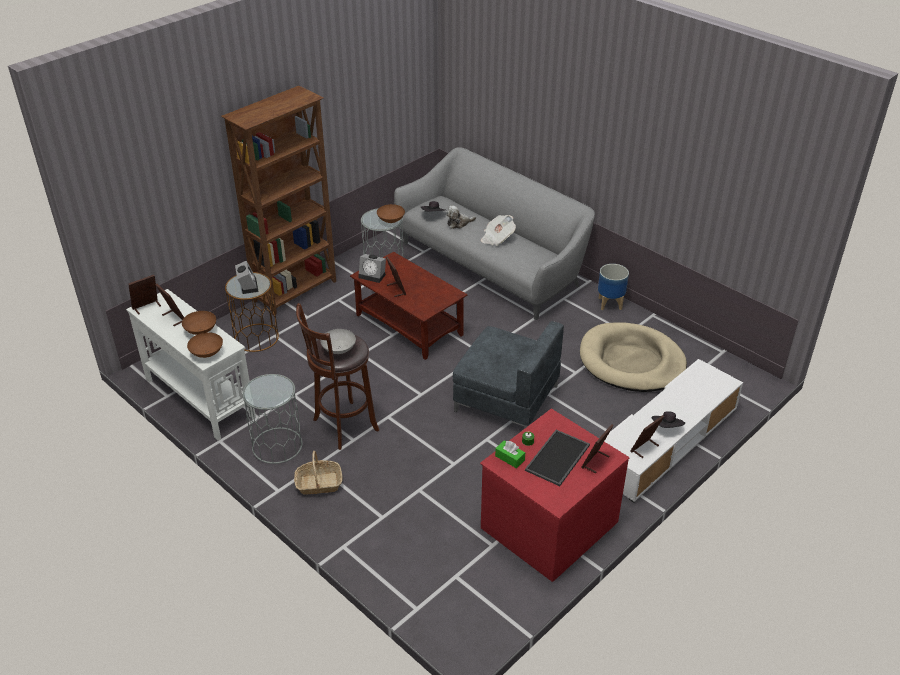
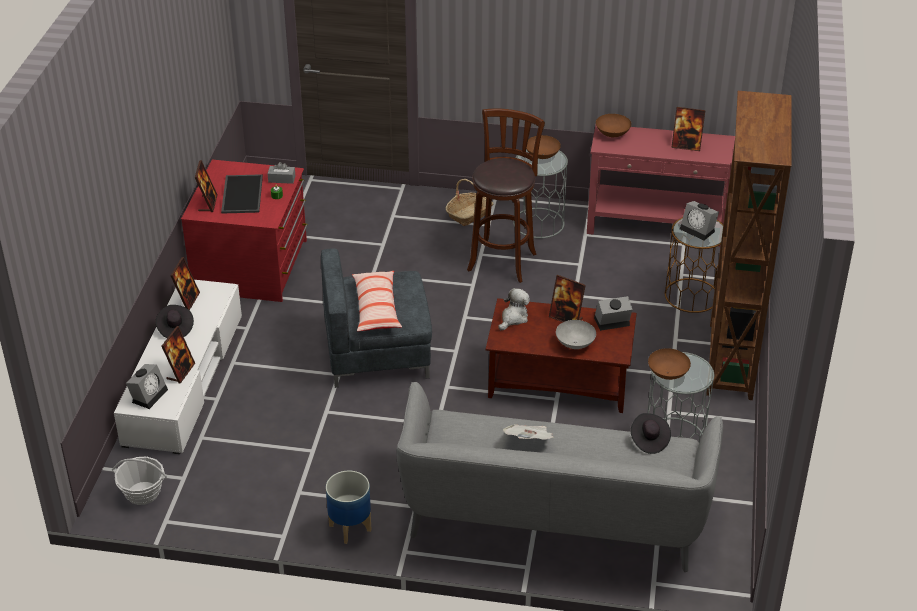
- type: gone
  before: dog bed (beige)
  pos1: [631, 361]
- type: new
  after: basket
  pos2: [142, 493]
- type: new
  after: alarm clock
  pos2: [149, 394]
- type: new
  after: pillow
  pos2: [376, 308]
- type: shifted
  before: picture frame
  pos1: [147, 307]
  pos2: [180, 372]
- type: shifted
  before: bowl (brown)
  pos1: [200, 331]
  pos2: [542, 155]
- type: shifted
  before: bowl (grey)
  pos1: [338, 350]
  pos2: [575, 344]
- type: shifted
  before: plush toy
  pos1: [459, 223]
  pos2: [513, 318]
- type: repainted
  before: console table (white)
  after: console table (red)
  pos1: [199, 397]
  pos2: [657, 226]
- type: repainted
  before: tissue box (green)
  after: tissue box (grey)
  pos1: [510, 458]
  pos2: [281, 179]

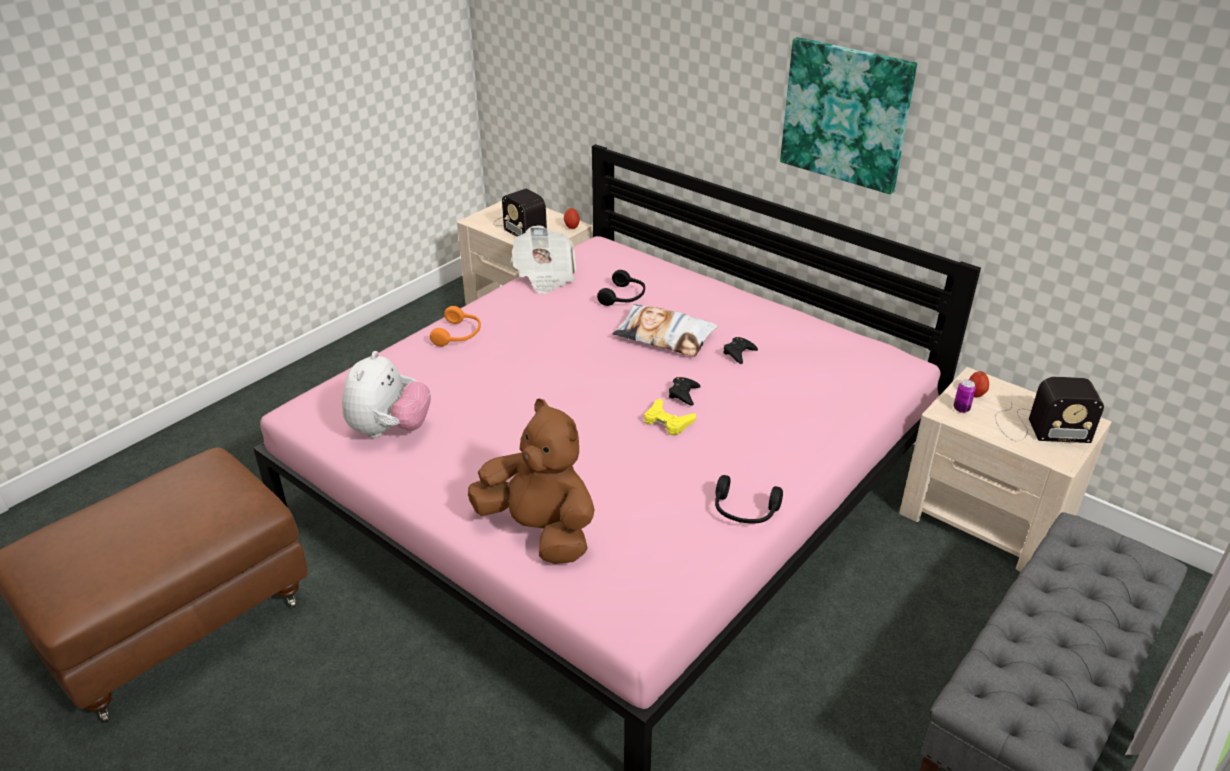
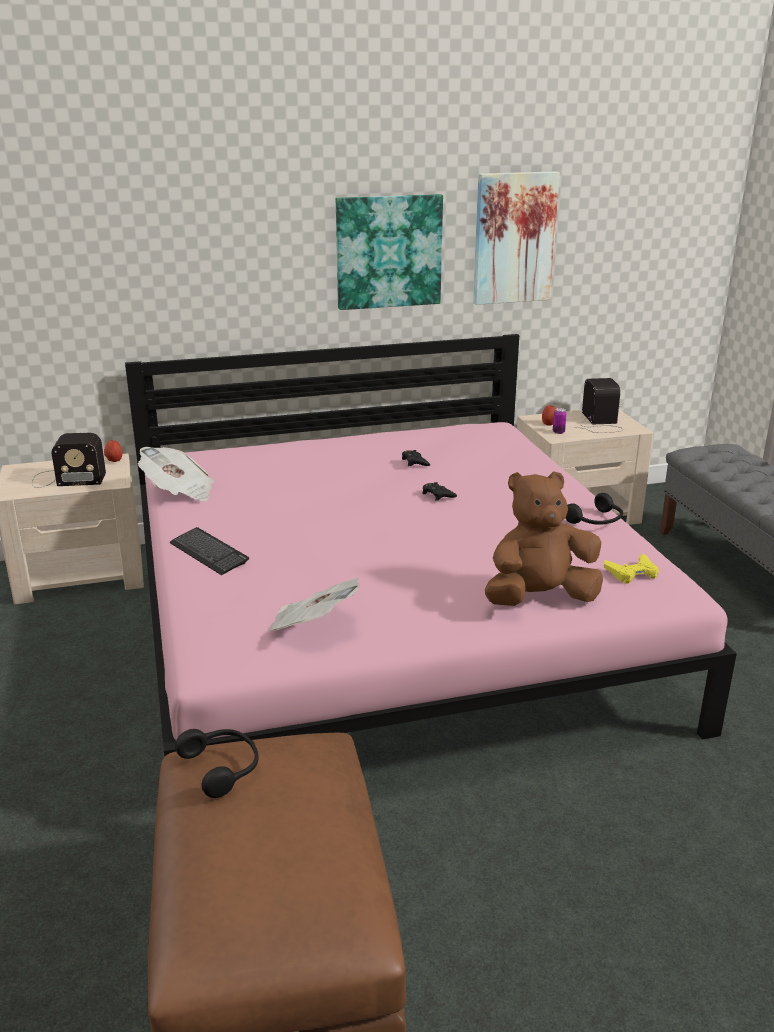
- type: gone
  before: pillow
  pos1: [664, 336]
- type: new
  after: picture
  pos2: [514, 238]
- type: shifted
  before: headphones (black)
  pos1: [624, 297]
  pos2: [223, 767]
- type: shifted
  before: game controller (yellow)
  pos1: [667, 421]
  pos2: [632, 573]
- type: swapped
  before: plush toy
  after: newspaper
  pos1: [389, 430]
  pos2: [313, 627]
- type: swapped
  before: headphones (orange)
  after: keyboard
  pos1: [459, 335]
  pos2: [209, 553]
- type: rotated
  before: radio
  pos1: [1038, 427]
  pos2: [600, 422]
  turn: -45

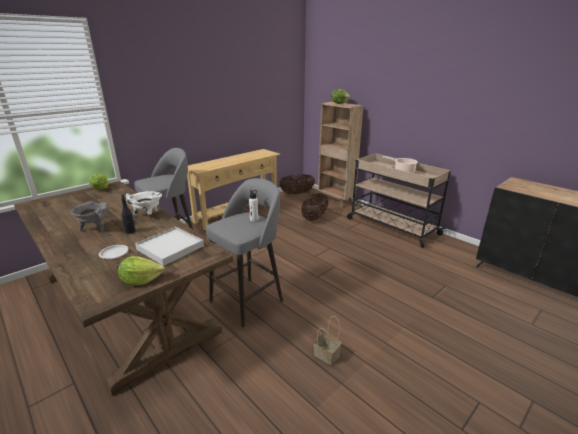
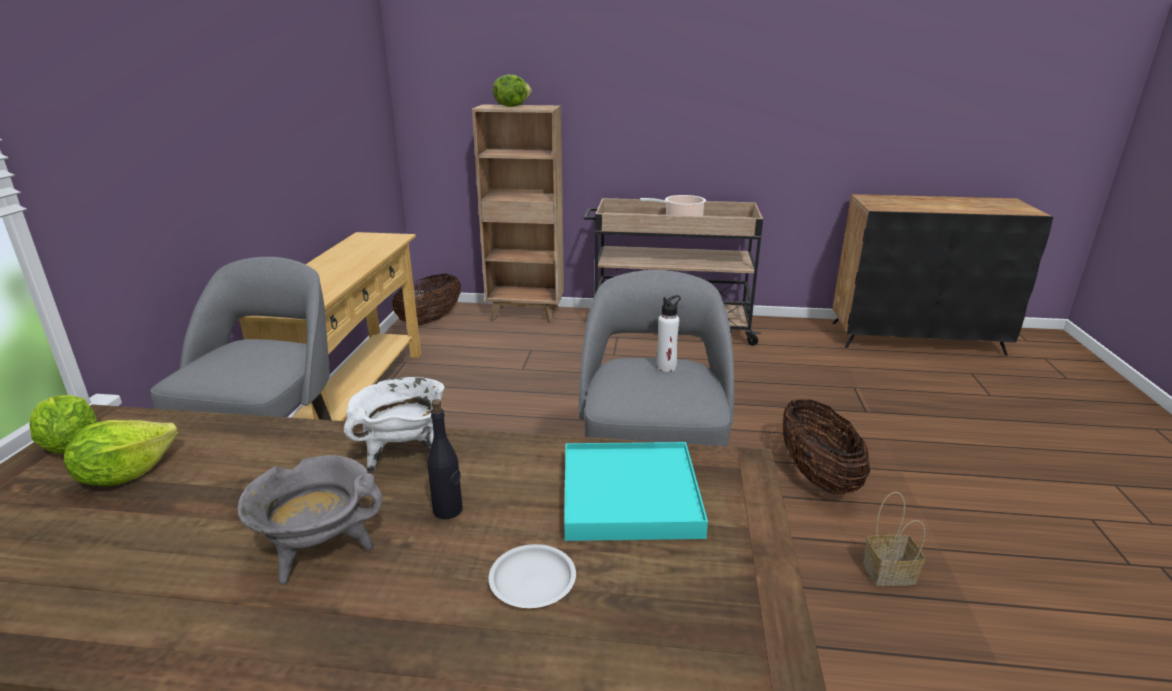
- type: shifted
  before: lettuce
  pos1: [141, 281]
  pos2: [125, 474]
- type: shifted
  before: basket
  pos1: [314, 217]
  pos2: [817, 476]
- type: repainted
  before: tray (white)
  after: tray (turquoise)
  pos1: [170, 248]
  pos2: [630, 496]

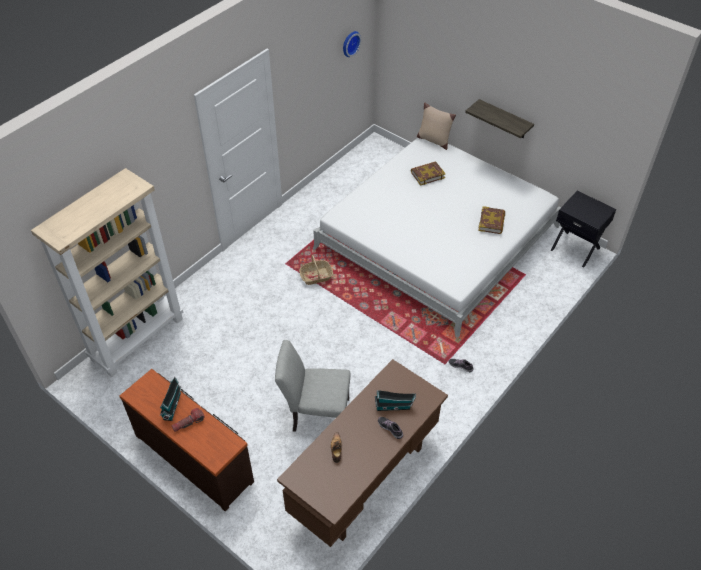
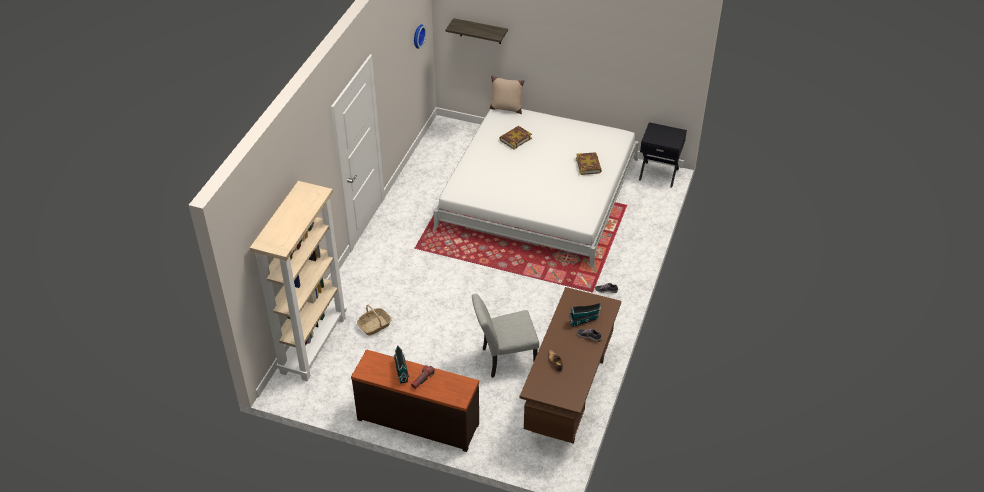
- type: shifted
  before: basket
  pos1: [316, 276]
  pos2: [374, 325]
- type: shifted
  before: shelf
  pos1: [504, 119]
  pos2: [480, 31]

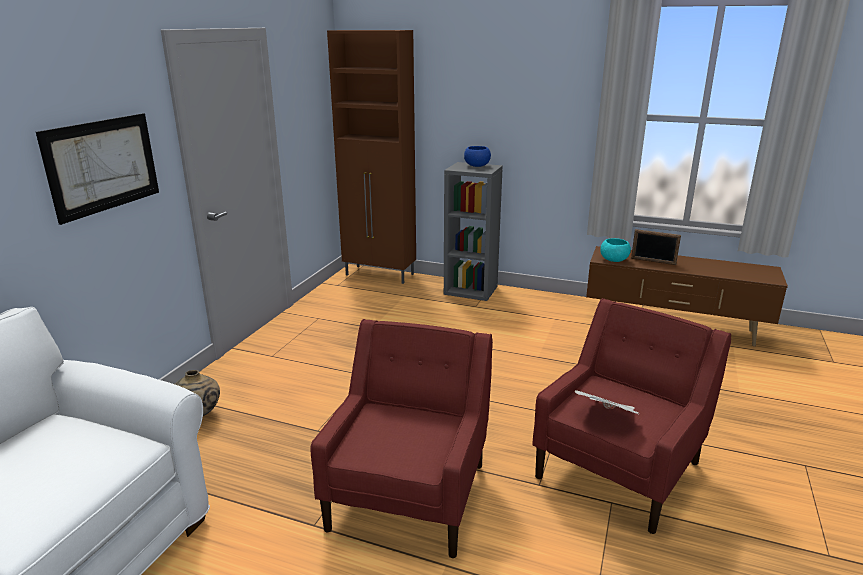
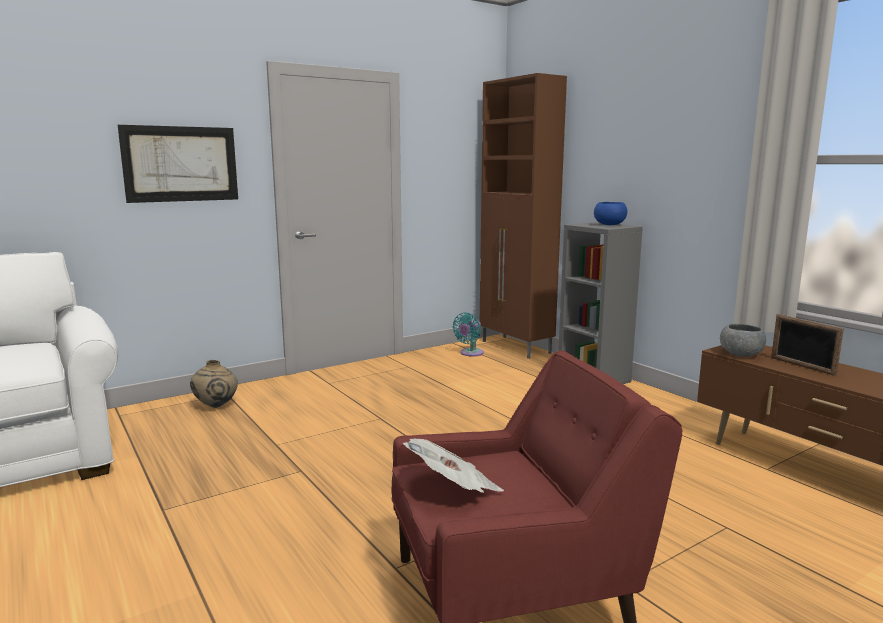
- type: gone
  before: armchair (red)
  pos1: [410, 494]
- type: new
  after: fan (turquoise)
  pos2: [470, 353]
- type: repainted
  before: bowl (turquoise)
  after: bowl (grey)
  pos1: [614, 260]
  pos2: [741, 355]

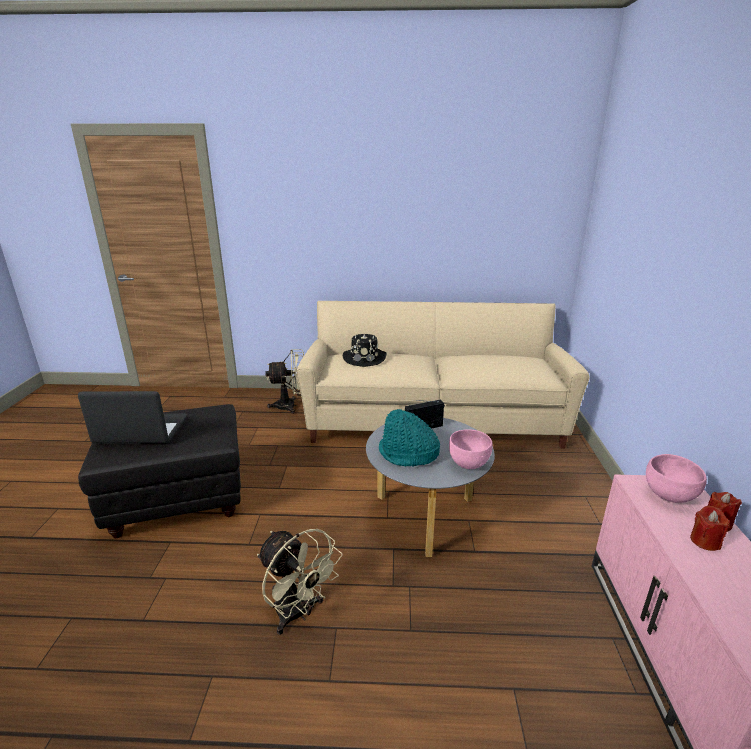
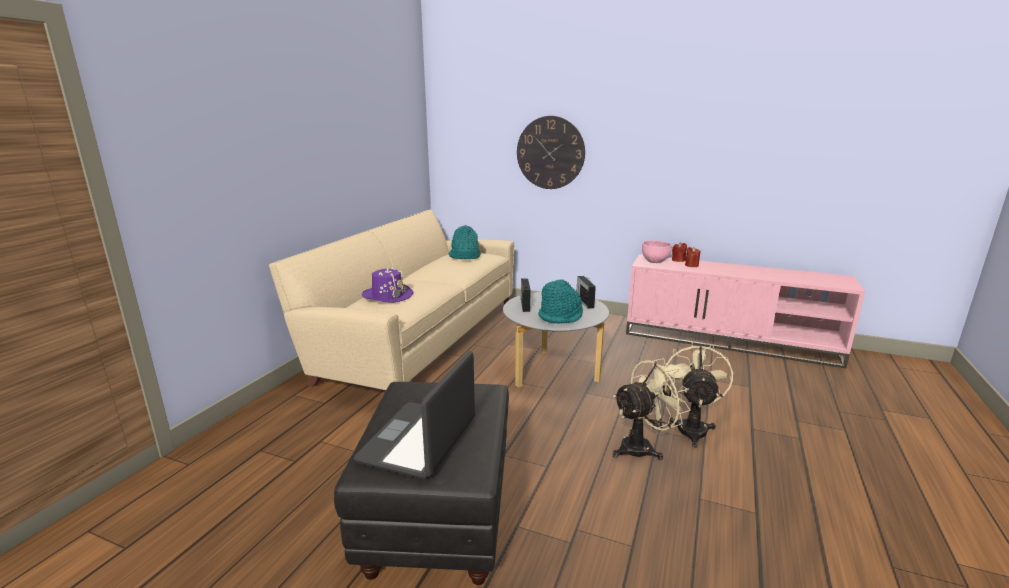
- type: new
  after: hat (turquoise)
  pos2: [464, 256]
- type: new
  after: wall clock
  pos2: [550, 153]
- type: shifted
  before: fan (beige)
  pos1: [291, 406]
  pos2: [691, 427]
- type: swapped
  before: bowl (pink)
  after: radio
  pos1: [468, 464]
  pos2: [584, 302]
- type: repainted
  before: hat (black)
  after: hat (purple)
  pos1: [364, 358]
  pos2: [387, 295]

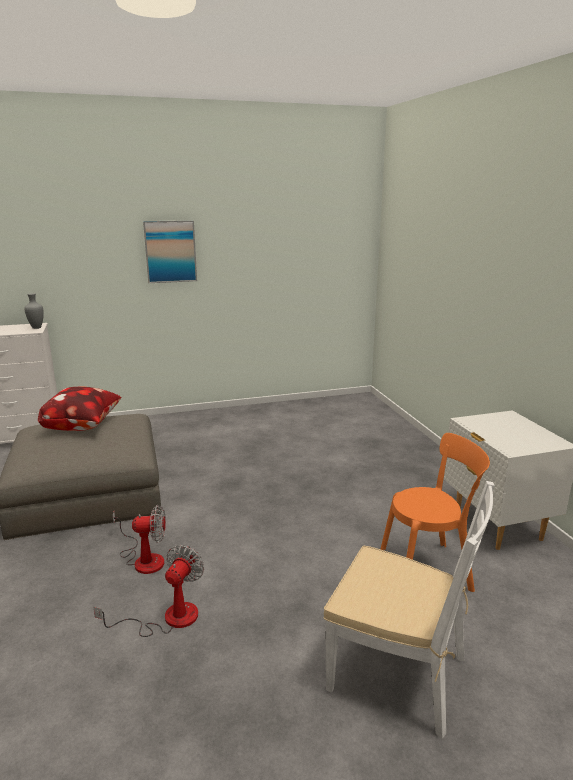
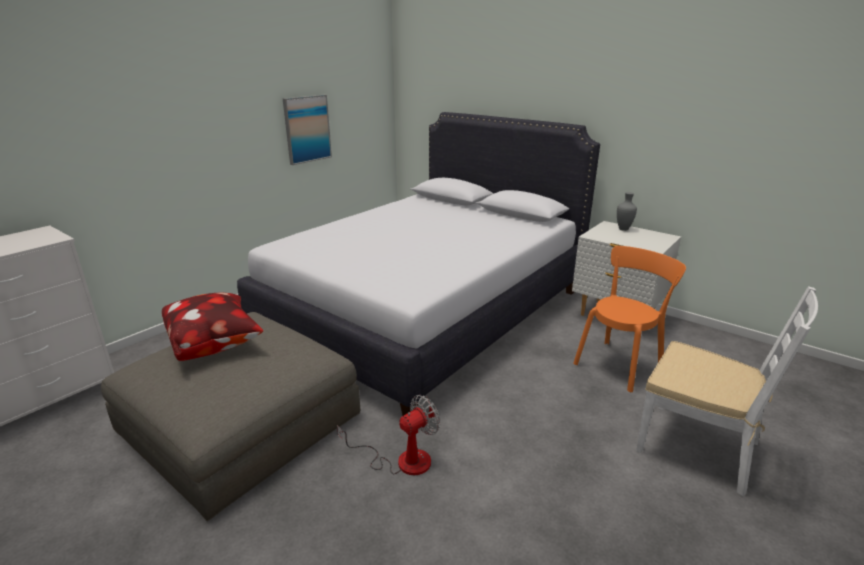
- type: gone
  before: fan
  pos1: [168, 618]
- type: new
  after: bed (white)
  pos2: [426, 311]
- type: shifted
  before: vase (grey)
  pos1: [36, 328]
  pos2: [623, 229]
- type: shifted
  before: picture
  pos1: [170, 251]
  pos2: [307, 129]
- type: rotated
  before: chair (white)
  pos1: [399, 673]
  pos2: [698, 447]
  turn: 45

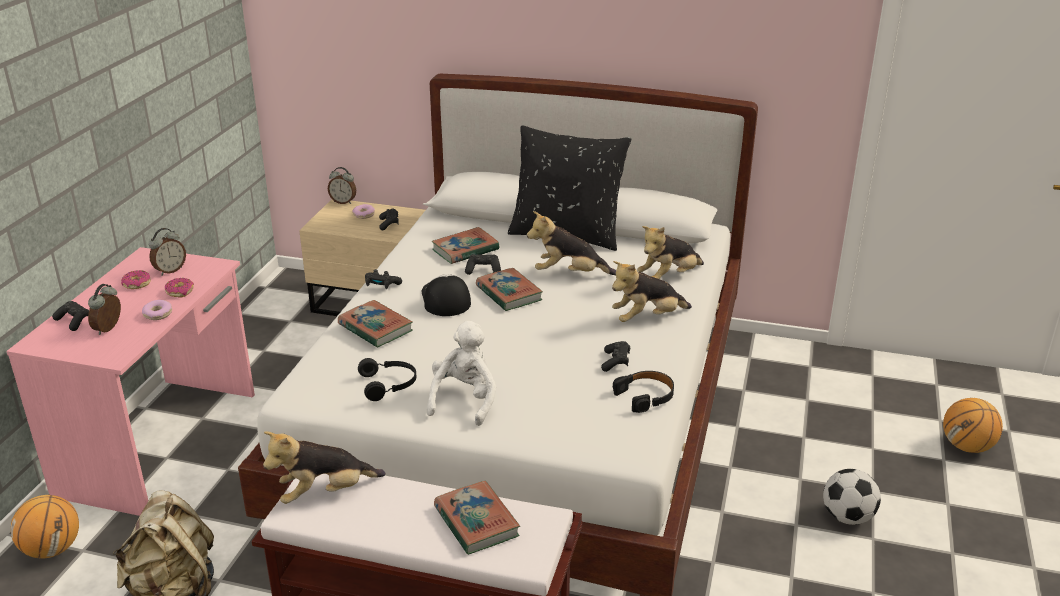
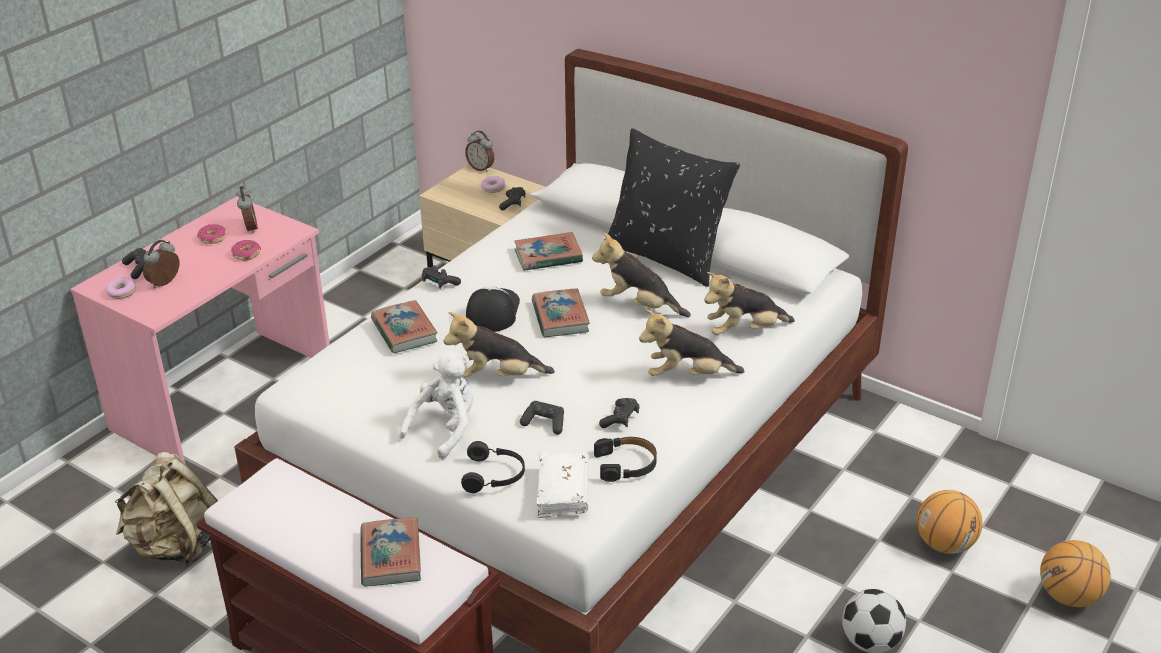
- type: new
  after: book (white)
  pos2: [563, 492]
- type: shifted
  before: basketball
  pos1: [52, 549]
  pos2: [945, 544]
- type: shifted
  before: donut
  pos1: [158, 314]
  pos2: [121, 292]
- type: shifted
  before: plush toy
  pos1: [325, 493]
  pos2: [497, 377]
- type: shifted
  before: headphones (black)
  pos1: [389, 385]
  pos2: [494, 475]
- type: shifted
  before: game controller (black)
  pos1: [483, 270]
  pos2: [544, 423]
- type: rotated
  before: alarm clock
  pos1: [170, 270]
  pos2: [249, 228]
  turn: -75

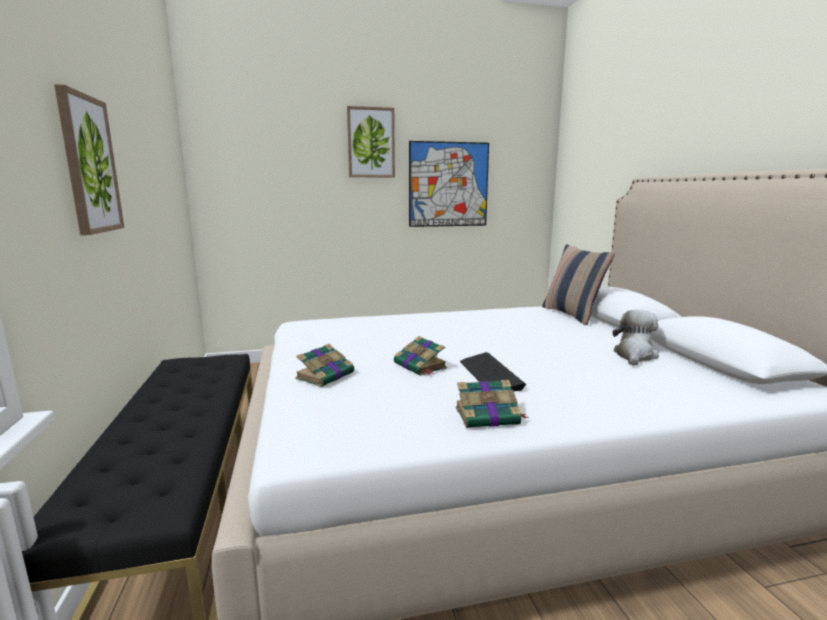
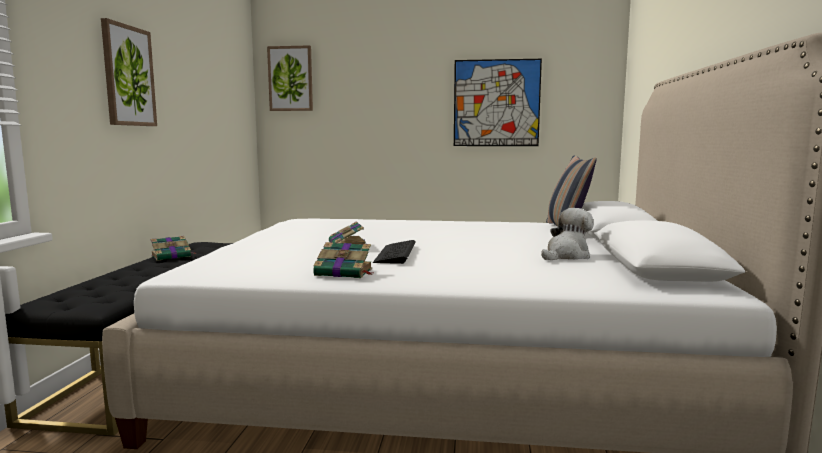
- type: shifted
  before: book
  pos1: [326, 375]
  pos2: [172, 256]
- type: shifted
  before: picture
  pos1: [371, 143]
  pos2: [290, 79]

